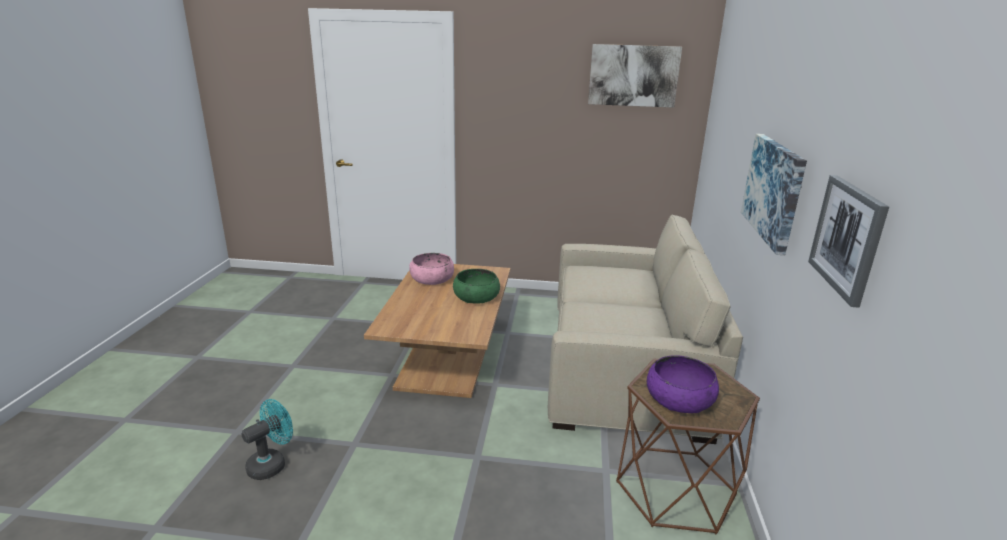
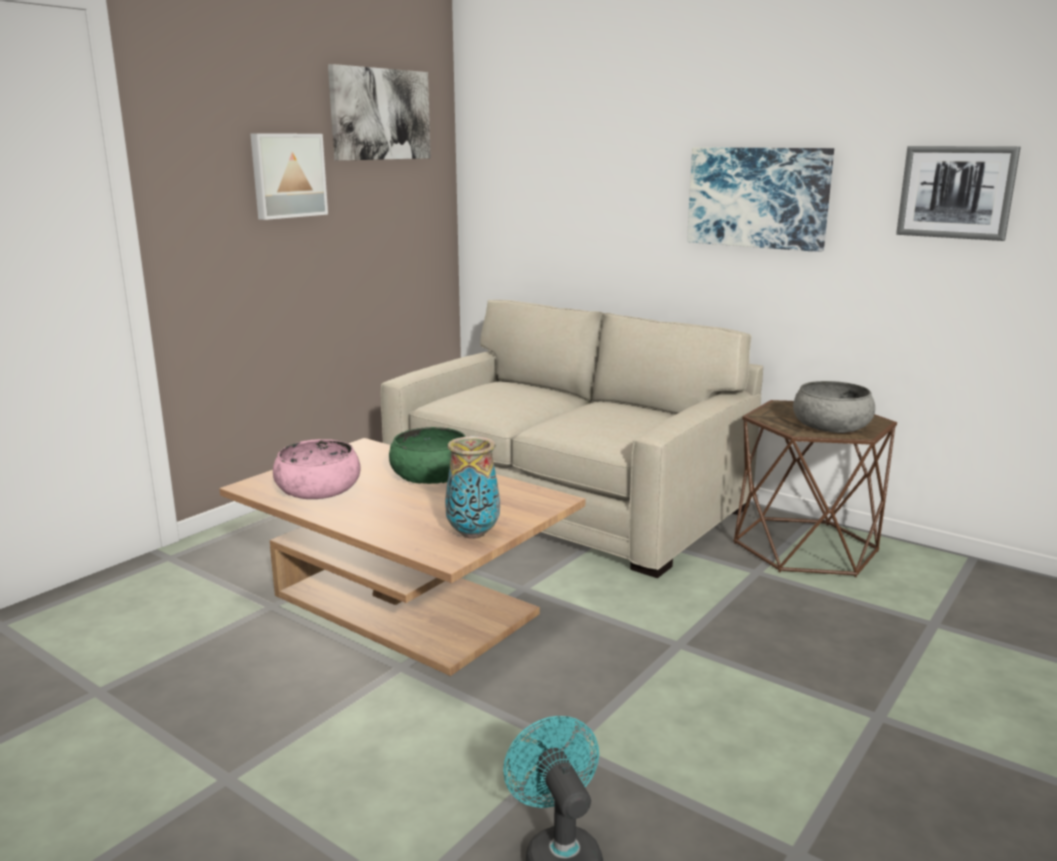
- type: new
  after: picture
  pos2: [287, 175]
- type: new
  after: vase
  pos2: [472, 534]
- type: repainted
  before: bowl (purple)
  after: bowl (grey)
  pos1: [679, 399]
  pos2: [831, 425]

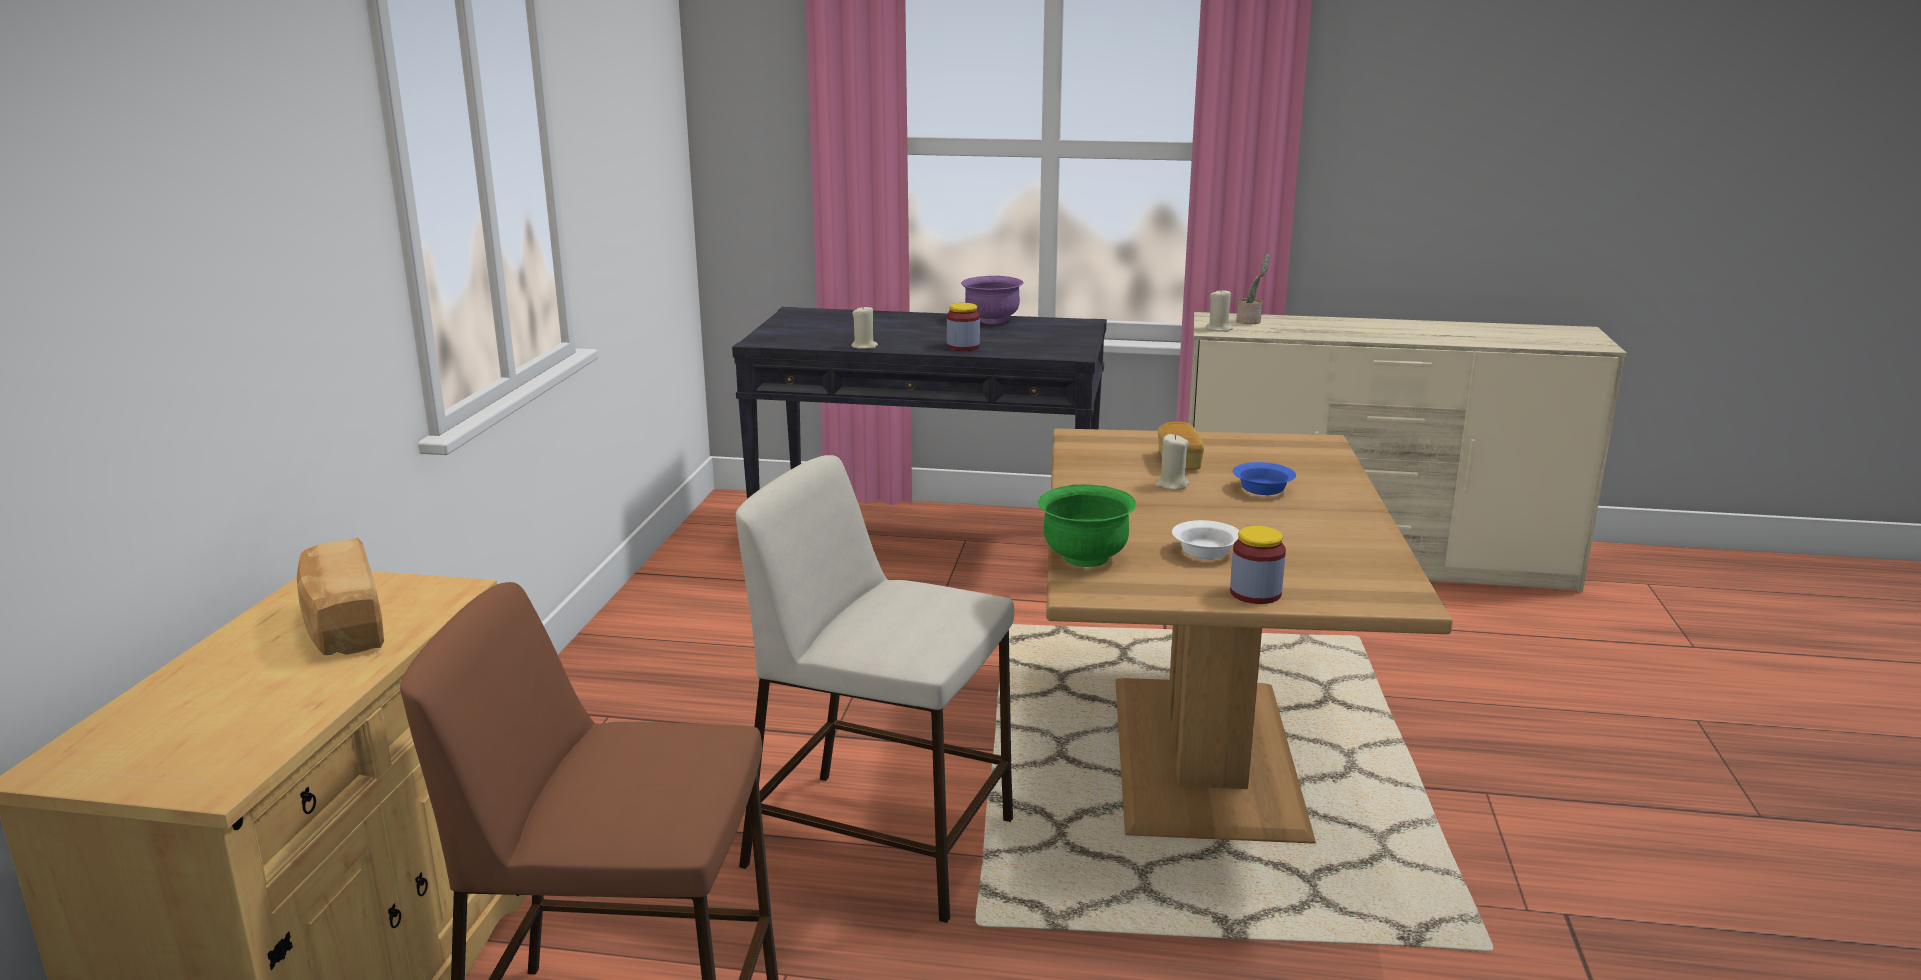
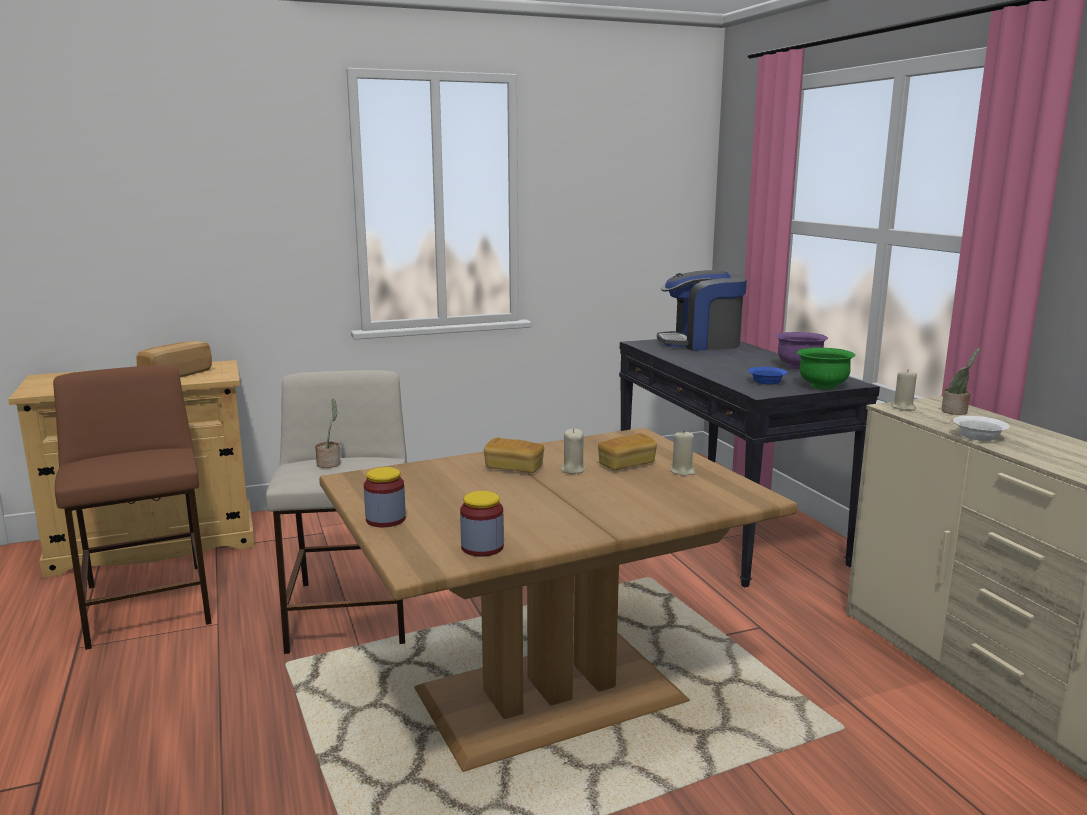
- type: new
  after: potted plant
  pos2: [330, 463]
- type: new
  after: bread
  pos2: [514, 468]
- type: new
  after: coffee machine
  pos2: [701, 343]
- type: shifted
  before: candle (beige)
  pos1: [864, 346]
  pos2: [682, 471]
- type: shifted
  before: jar
  pos1: [963, 347]
  pos2: [482, 547]
- type: shifted
  before: bowl (green)
  pos1: [1085, 558]
  pos2: [822, 386]
- type: shifted
  before: bowl (white)
  pos1: [1206, 552]
  pos2: [978, 437]
- type: shifted
  before: bowl (blue)
  pos1: [1262, 489]
  pos2: [765, 382]

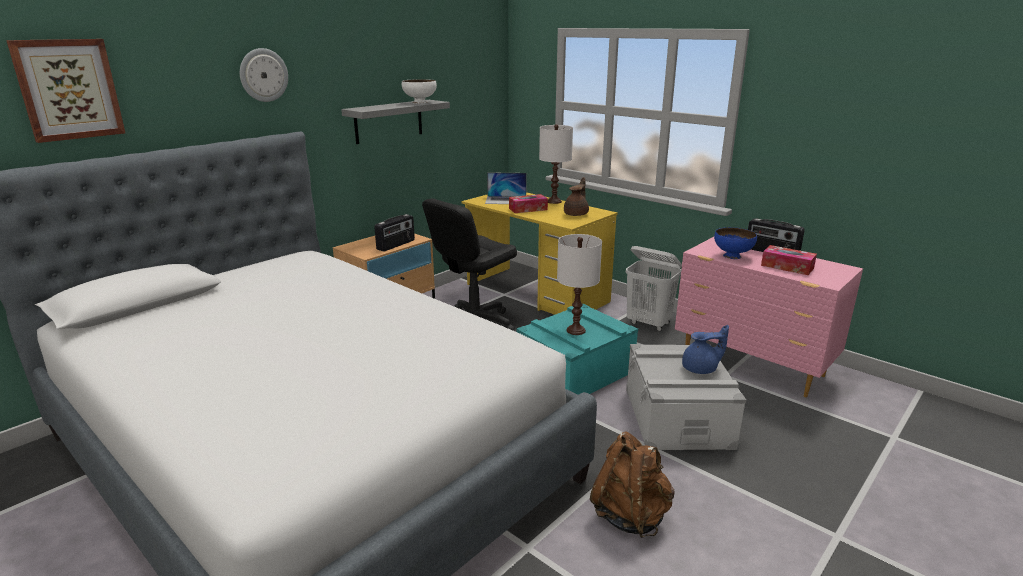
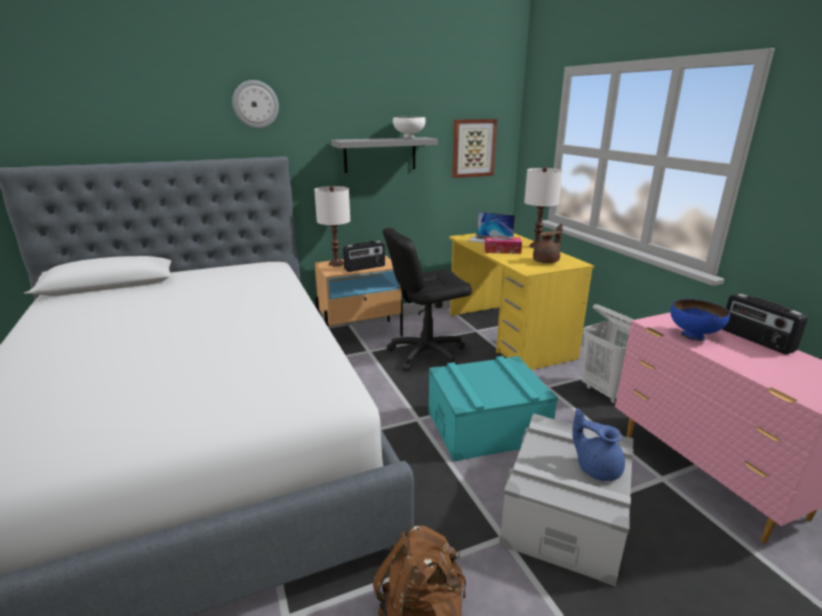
- type: gone
  before: tissue box
  pos1: [787, 267]
- type: shifted
  before: picture
  pos1: [68, 89]
  pos2: [473, 148]
- type: shifted
  before: table lamp (white)
  pos1: [575, 330]
  pos2: [336, 264]
- type: rotated
  before: teapot (blue)
  pos1: [701, 369]
  pos2: [597, 468]
  turn: -150

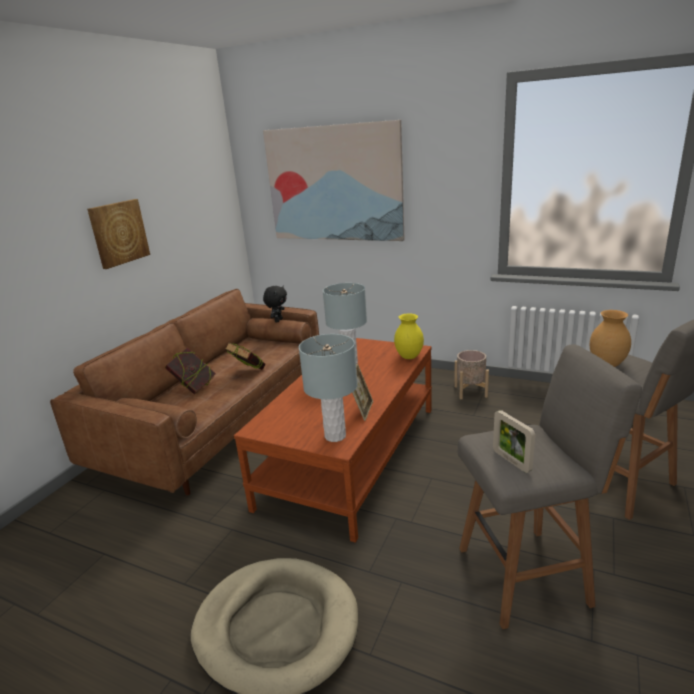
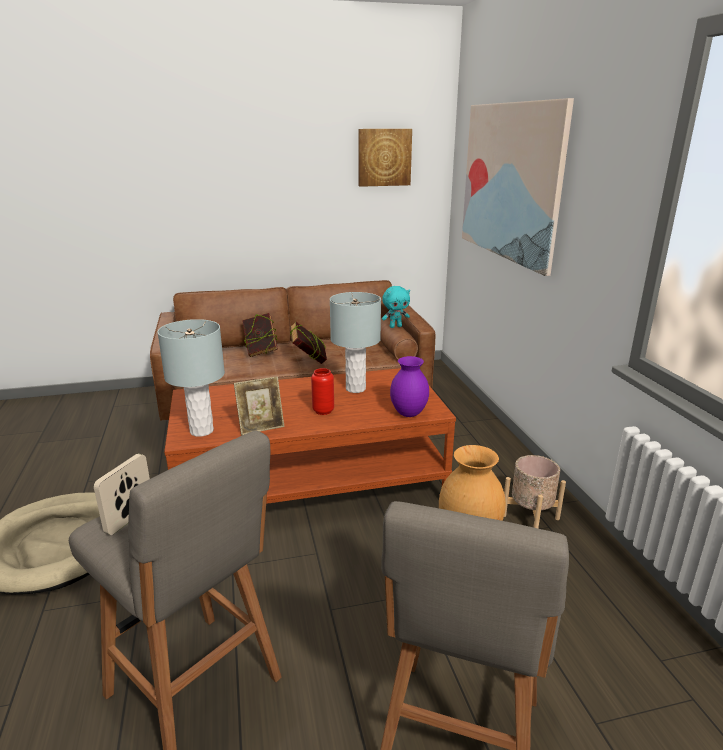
- type: new
  after: vase (red)
  pos2: [323, 411]
- type: shifted
  before: picture
  pos1: [118, 233]
  pos2: [384, 157]
- type: repainted
  before: plush toy (black)
  after: plush toy (turquoise)
  pos1: [278, 320]
  pos2: [395, 326]
- type: repainted
  before: vase (yellow)
  after: vase (purple)
  pos1: [409, 356]
  pos2: [409, 413]

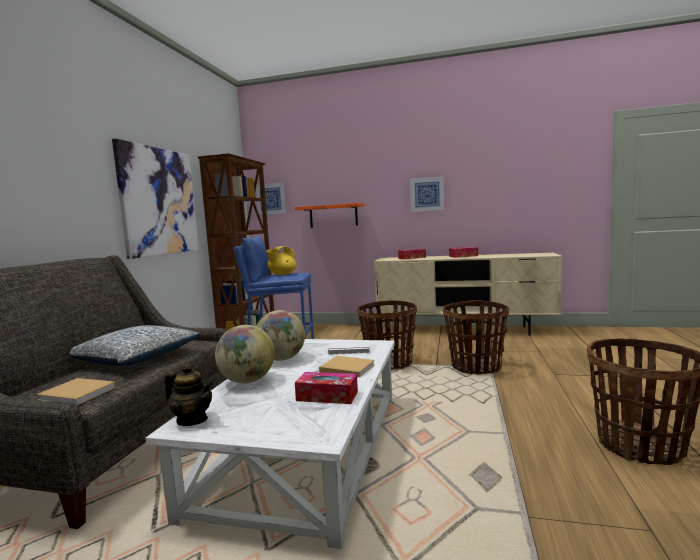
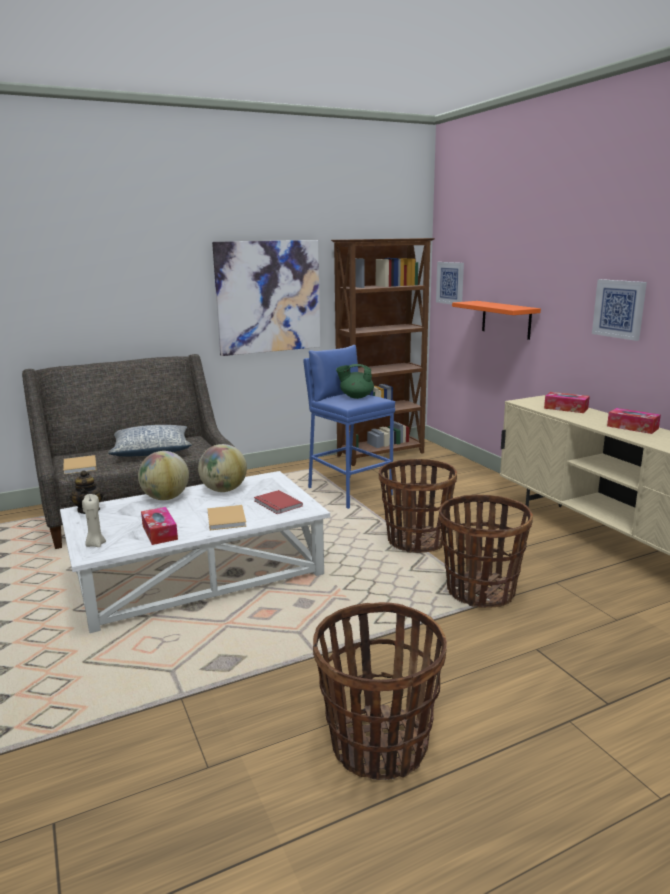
- type: new
  after: candle (beige)
  pos2: [95, 544]
- type: repainted
  before: teapot (yellow)
  after: teapot (green)
  pos1: [282, 274]
  pos2: [356, 397]
- type: repainted
  before: book (white)
  after: book (red)
  pos1: [349, 349]
  pos2: [277, 504]

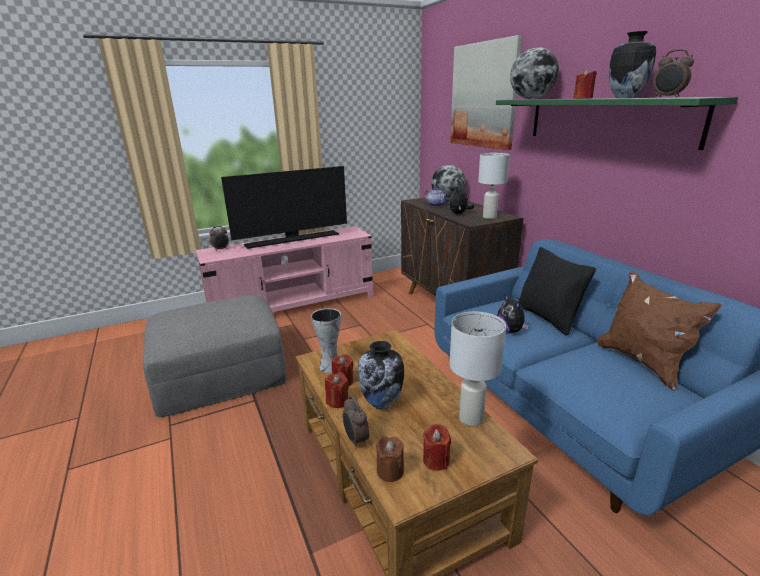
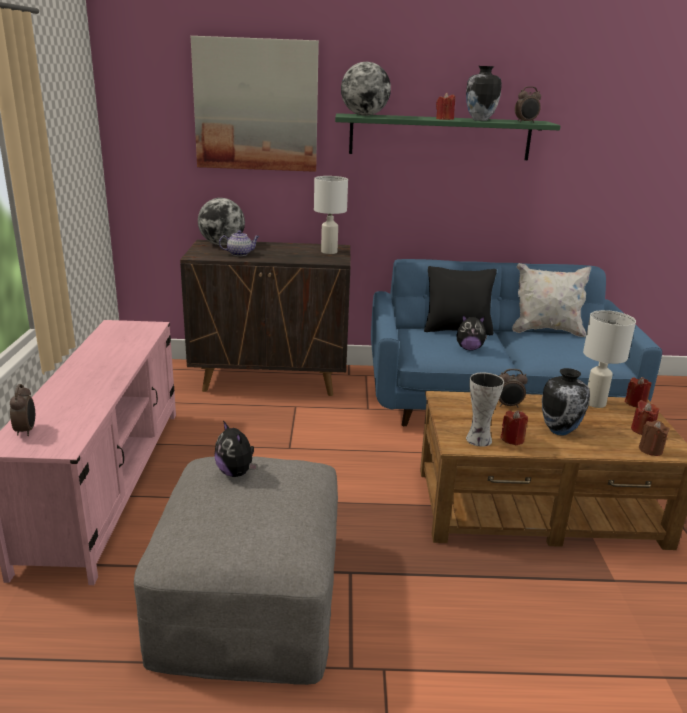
- type: gone
  before: television
  pos1: [293, 239]
- type: shifted
  before: candle (red)
  pos1: [337, 401]
  pos2: [635, 403]
- type: shifted
  before: alarm clock
  pos1: [355, 440]
  pos2: [508, 405]
- type: shifted
  before: plush toy
  pos1: [459, 213]
  pos2: [236, 473]
- type: repainted
  before: pillow (brown)
  after: pillow (white)
  pos1: [642, 362]
  pos2: [546, 330]

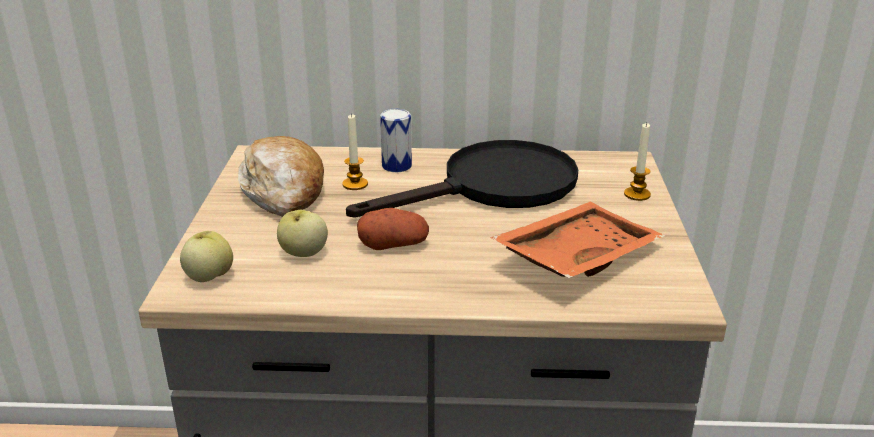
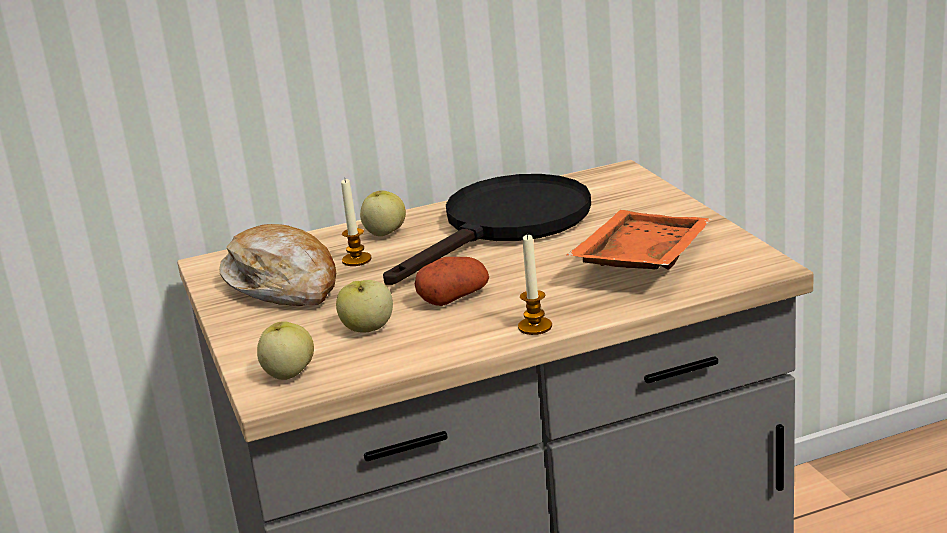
- type: shifted
  before: candle
  pos1: [637, 194]
  pos2: [535, 327]
- type: swapped
  before: can
  after: apple
  pos1: [396, 166]
  pos2: [384, 233]

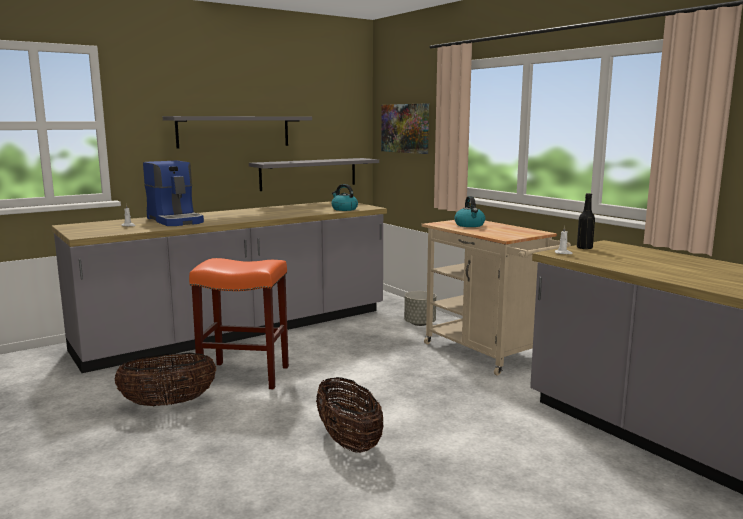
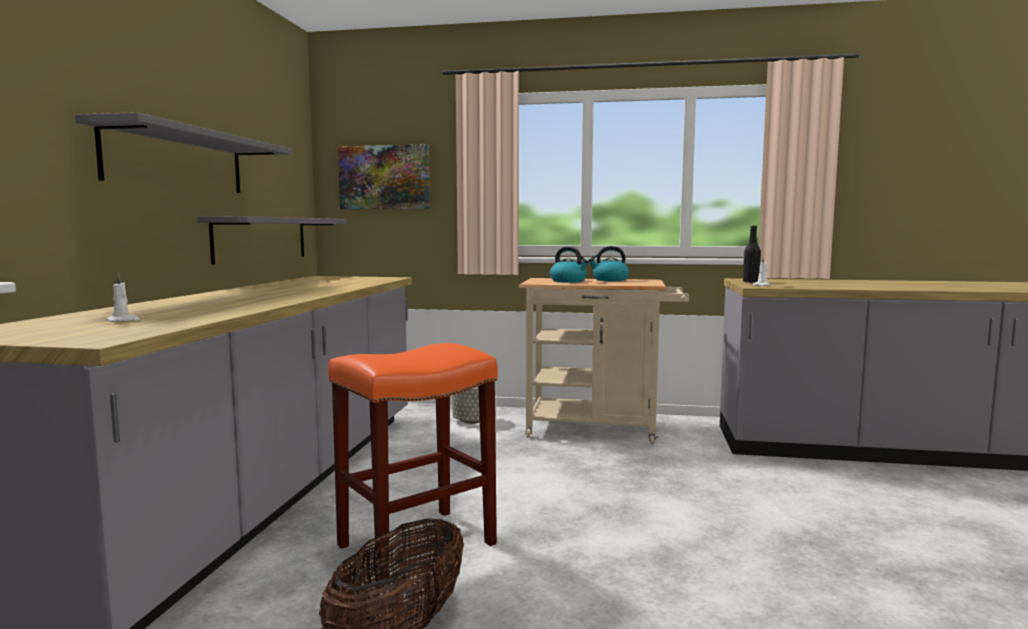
- type: gone
  before: coffee machine
  pos1: [176, 220]
- type: gone
  before: basket
  pos1: [349, 442]
- type: shifted
  before: kettle
  pos1: [344, 209]
  pos2: [609, 280]

